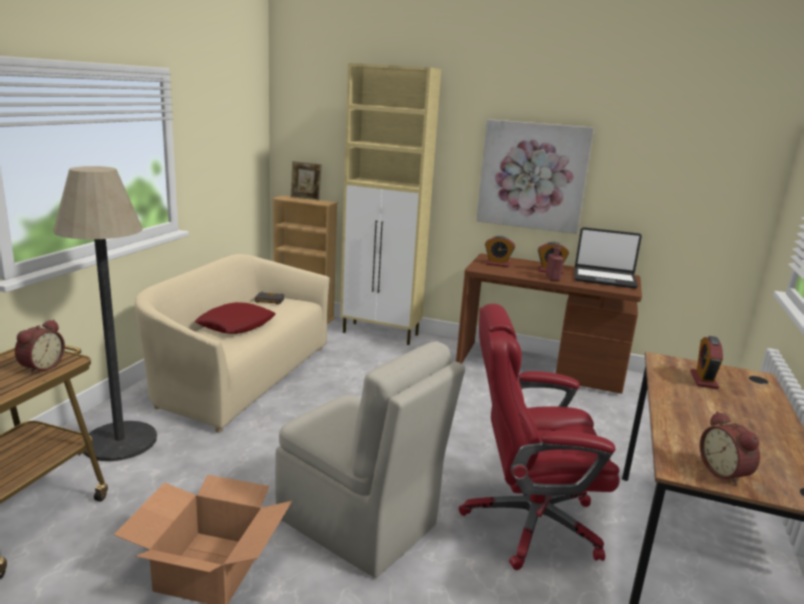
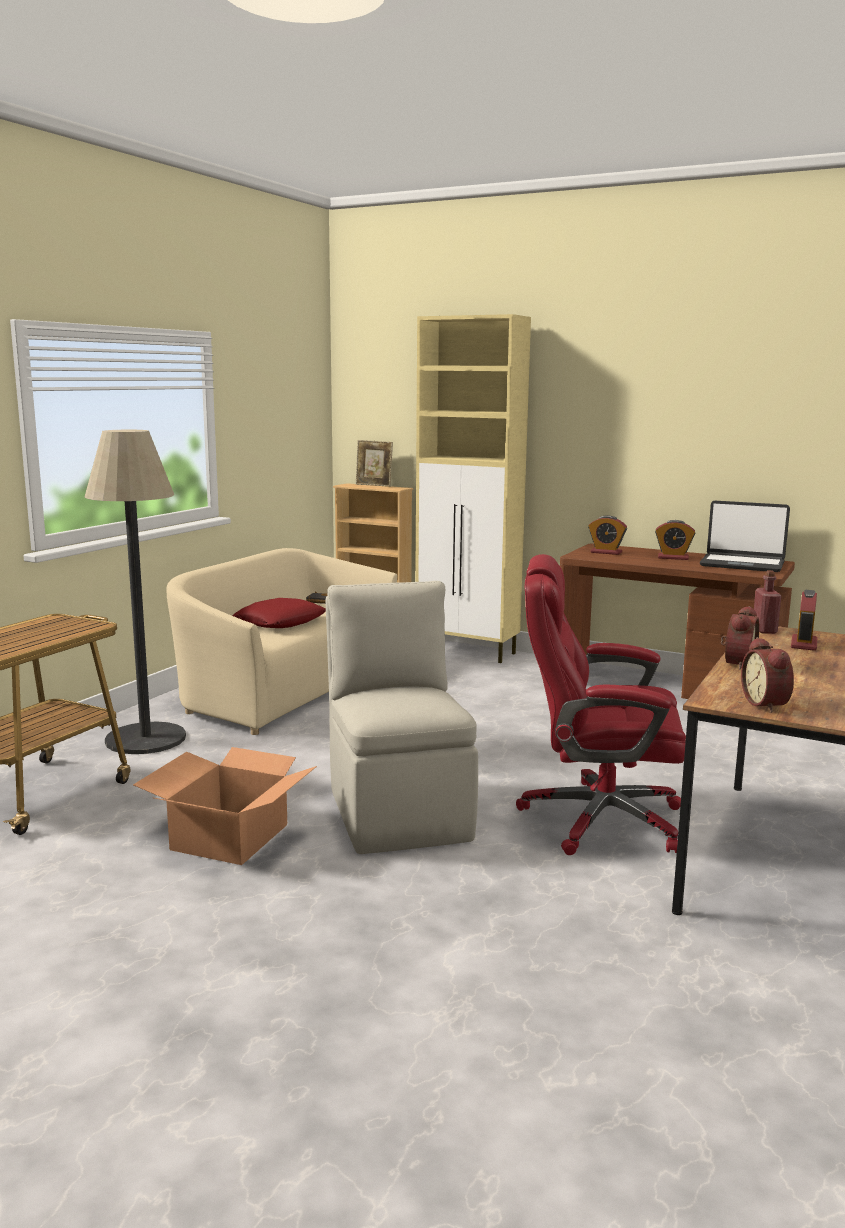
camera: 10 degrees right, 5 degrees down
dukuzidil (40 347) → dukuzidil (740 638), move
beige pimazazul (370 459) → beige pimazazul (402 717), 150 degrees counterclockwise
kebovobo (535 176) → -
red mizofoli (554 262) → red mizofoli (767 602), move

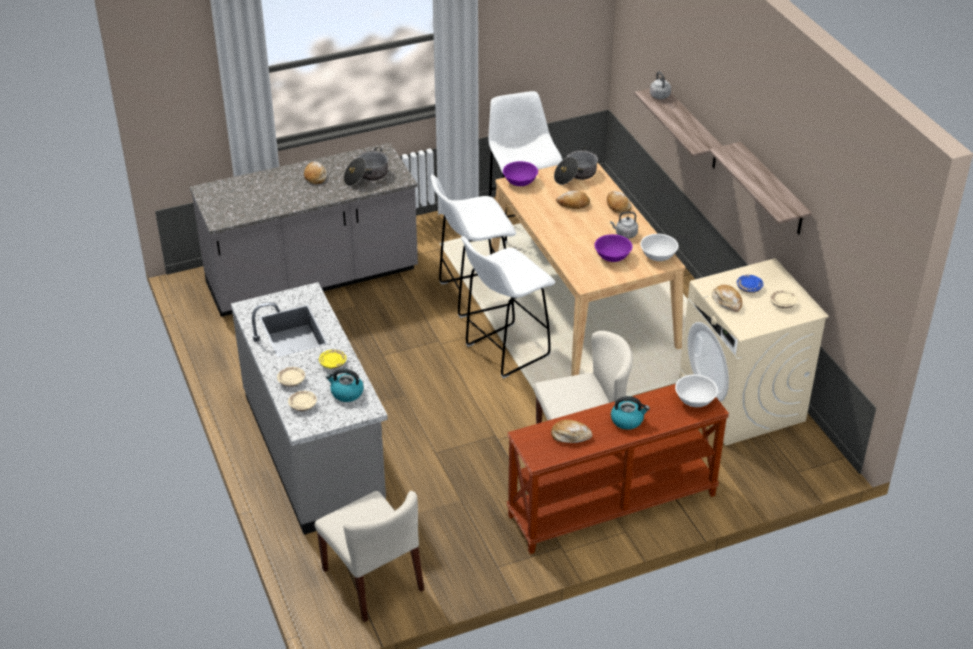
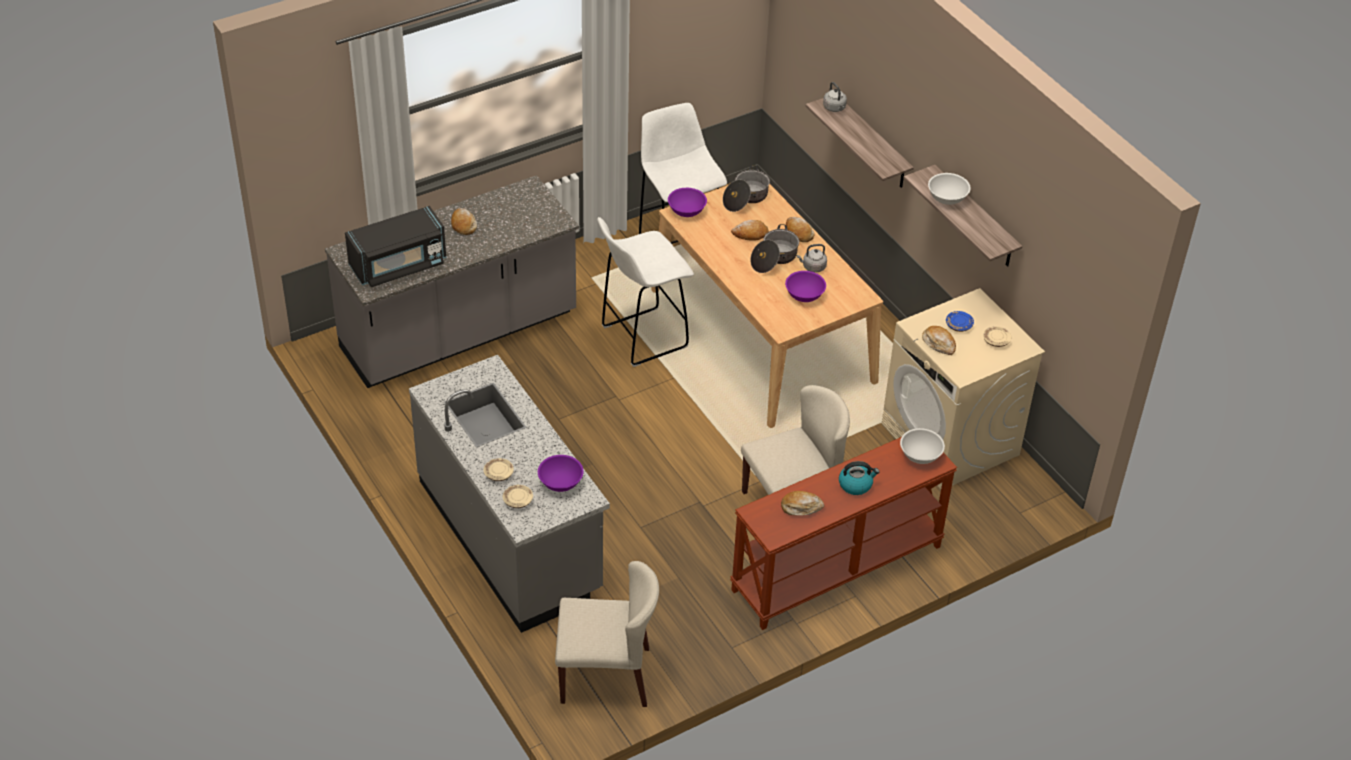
camera: 10 degrees left, 5 degrees up
beige pimazazul (369 556) → beige pimazazul (607 634), 45 degrees counterclockwise
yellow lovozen (333 359) → -
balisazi (345 385) → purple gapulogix (561 473)
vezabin (366 166) → vezabin (774 248), move
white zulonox (508 307) → -
white gapulogix (659 247) → white gapulogix (949 189), move
- → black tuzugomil (395 246)

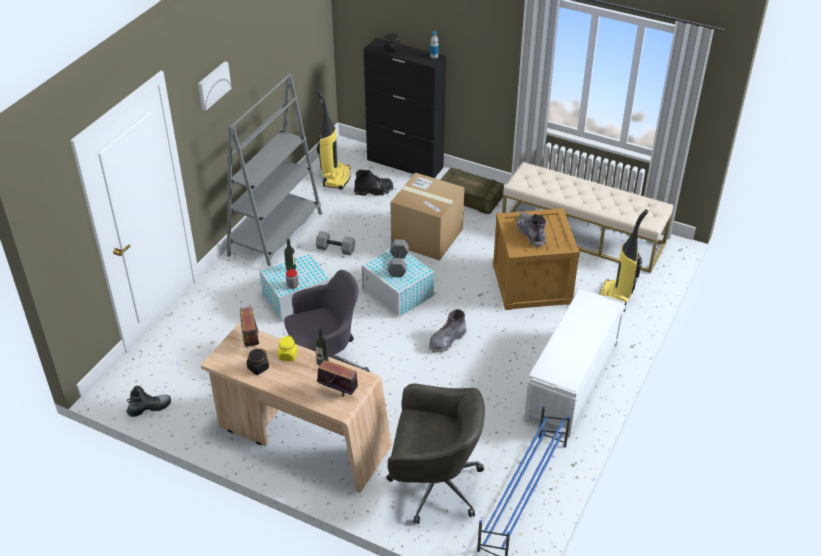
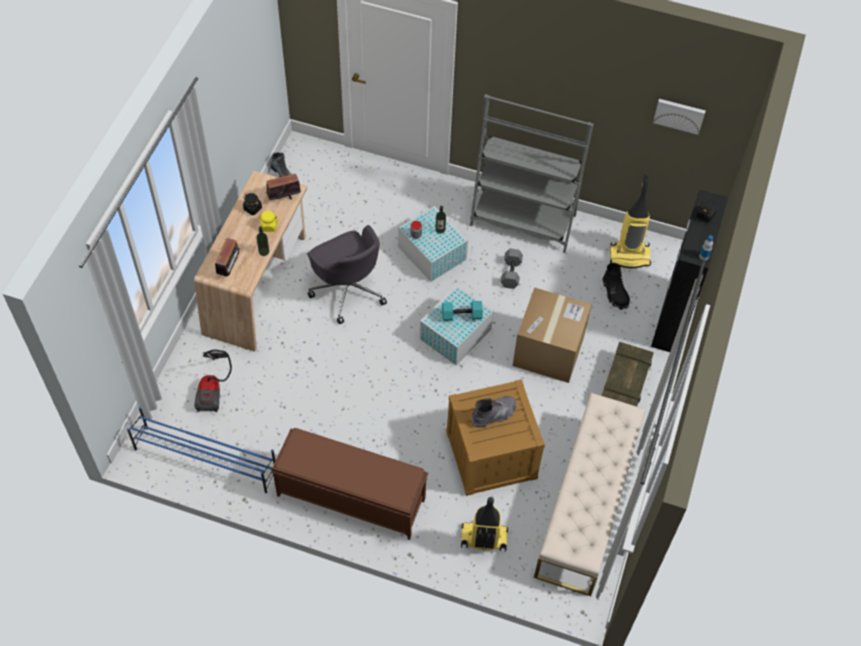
camera: 80 degrees right, 15 degrees up
kebovobo (215 86) → kebovobo (679 117), move
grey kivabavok (435 454) → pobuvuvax (213 381)
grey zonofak (398 258) → turquoise zonofak (462 311)
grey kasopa (447 331) → -
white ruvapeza (575 363) → brown ruvapeza (349 484)

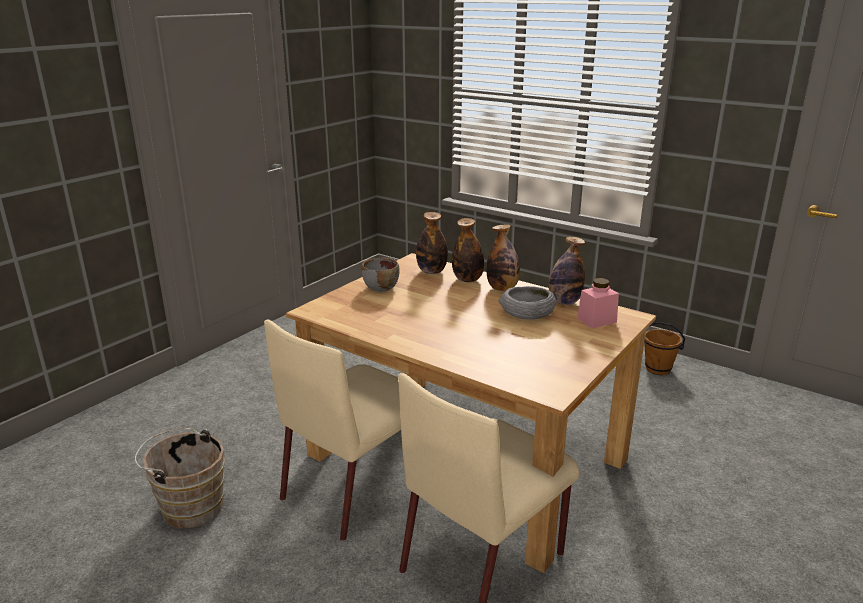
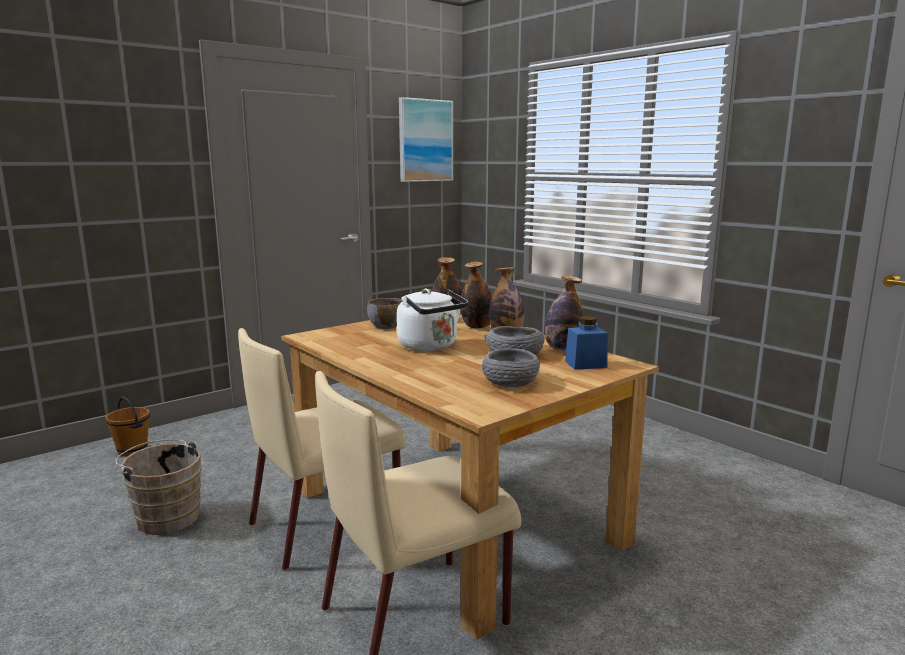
camera: 15 degrees right, 10 degrees down
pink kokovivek (598 303) → blue kokovivek (586 343)
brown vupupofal (664 348) → brown vupupofal (127 426), move
- → white balisazi (432 320)
- → kebovobo (426 139)
- → grey gapulogix (511 367)

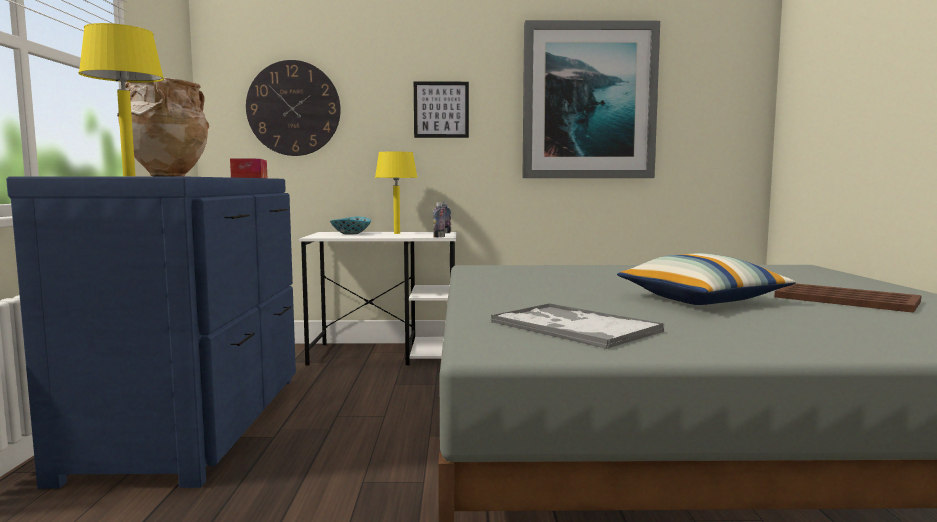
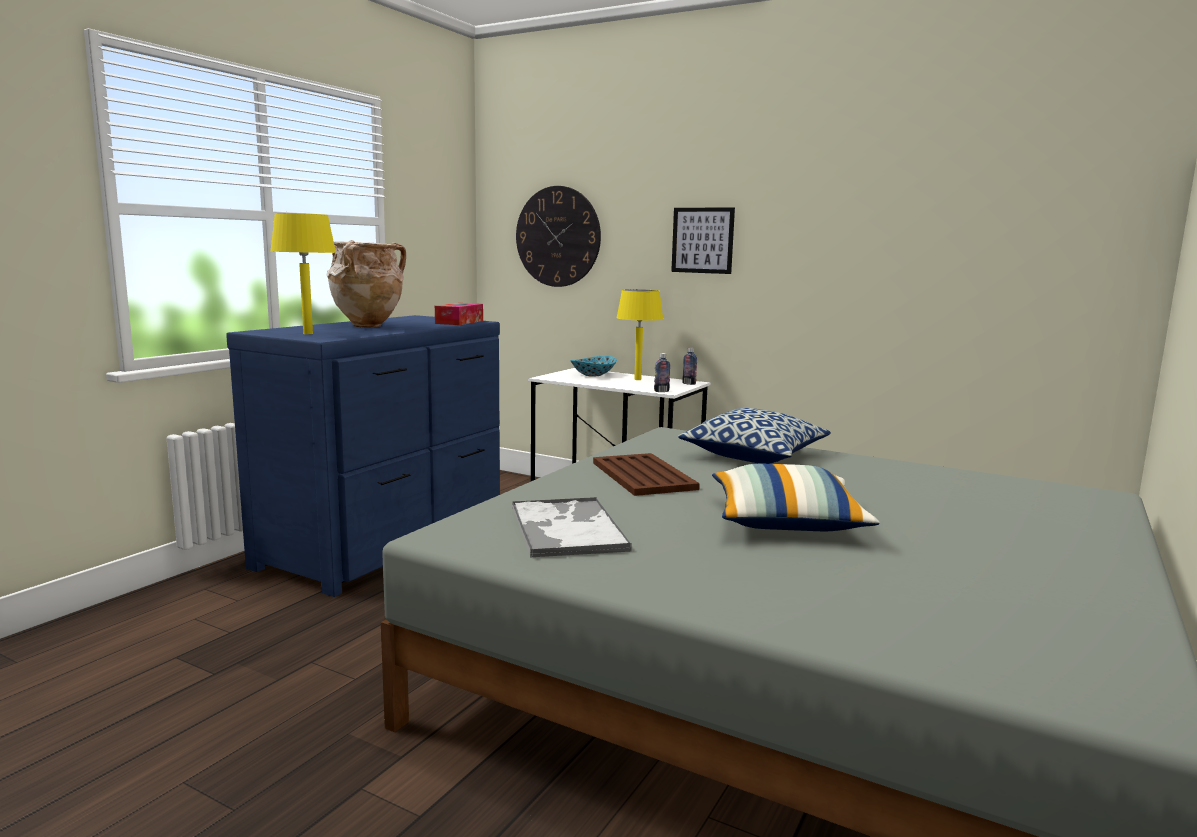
camera: 30 degrees right, 5 degrees up
kebovobo (591 99) → -
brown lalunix (848 298) → brown lalunix (646 474), move
- → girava (754 436)

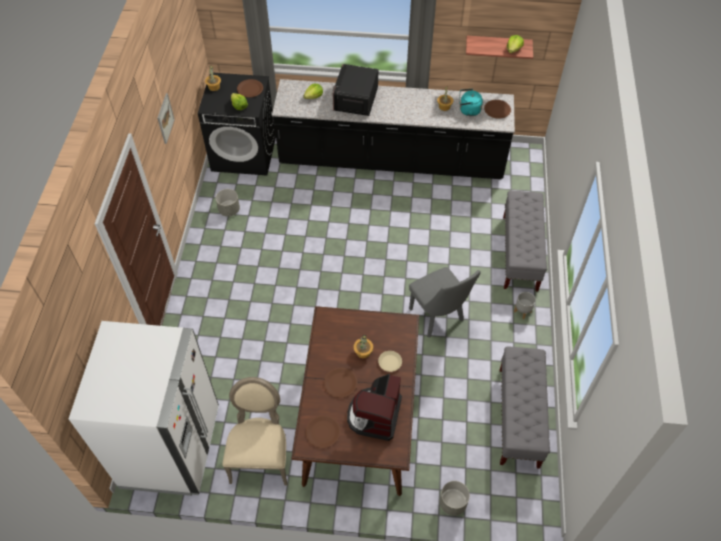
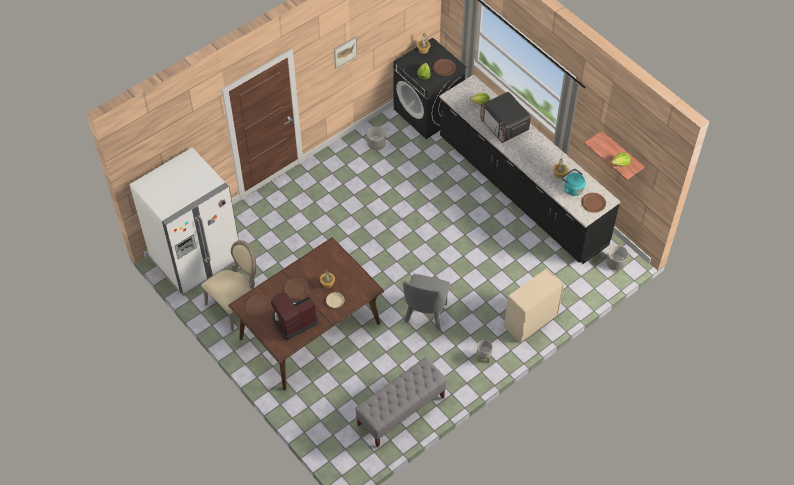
camera: 45 degrees right, 0 degrees up
tuzugomil (355 90) → tuzugomil (505 117), 90 degrees counterclockwise
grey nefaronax (455 498) → grey nefaronax (617 258), move
grey ruvapeza (525 241) → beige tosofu (534 305)

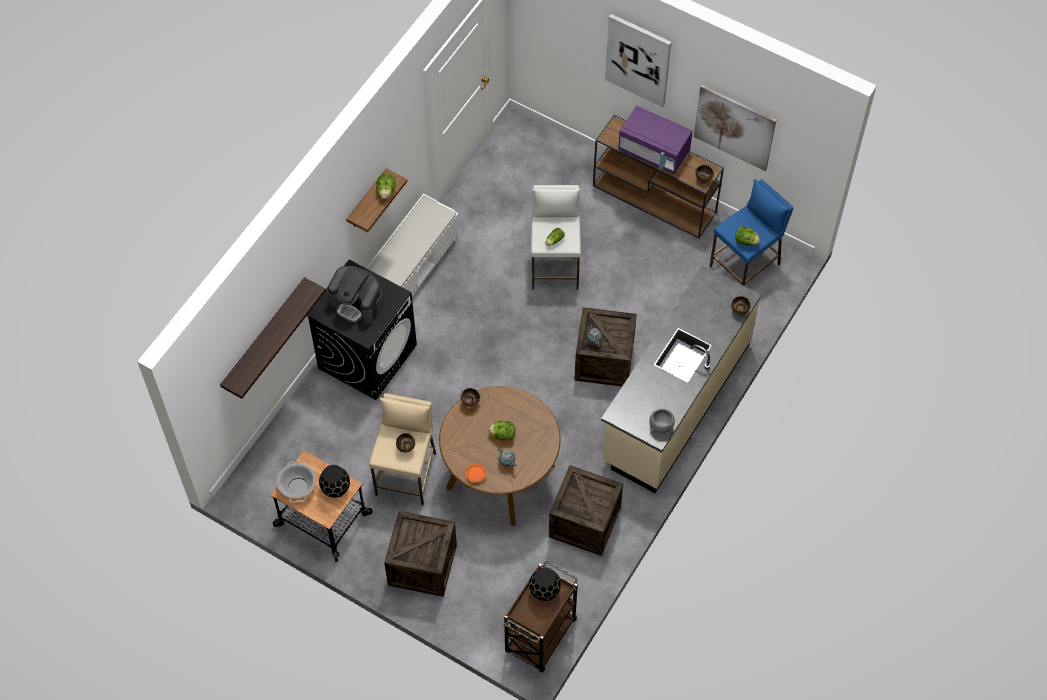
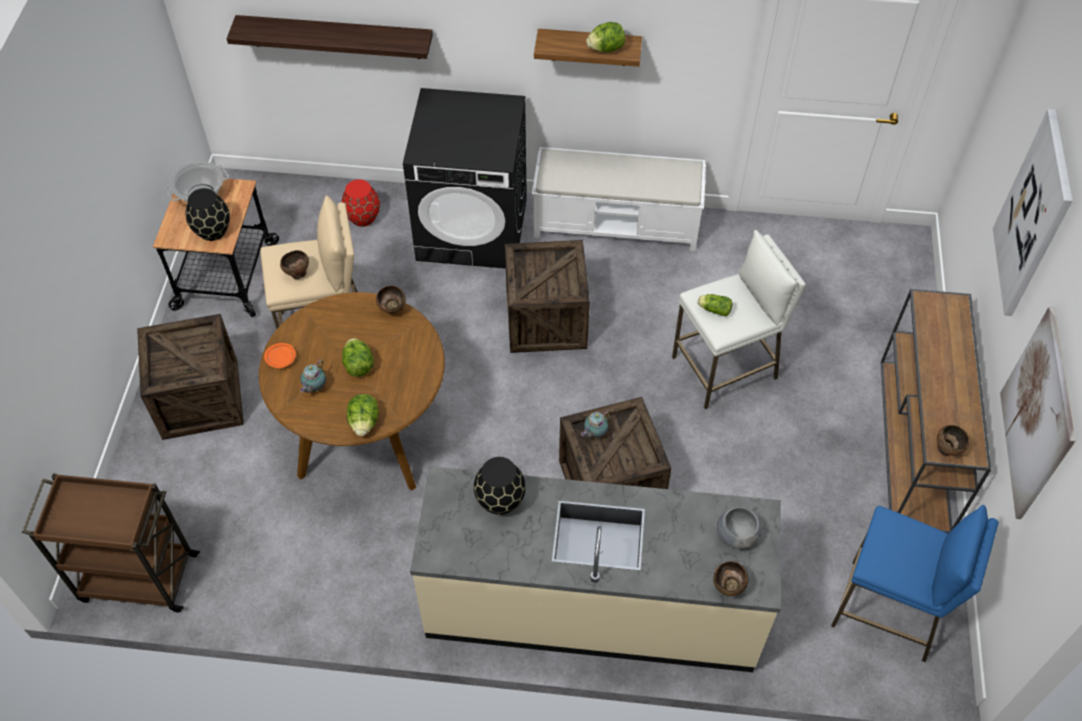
camera: 65 degrees right, 5 degrees down
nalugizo (355 295) → -
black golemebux (545 584) → black golemebux (500 486), move
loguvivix (586 510) → loguvivix (547 296), move
purple tuzugomil (655 140) → -
grey gapulogix (662 421) → grey gapulogix (739 527), move
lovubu (747 236) → lovubu (363 415), move
- → red golemebux (361 203)

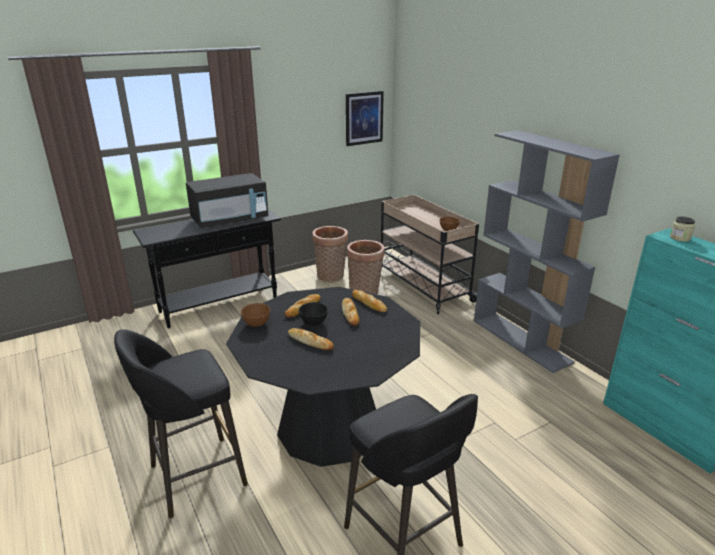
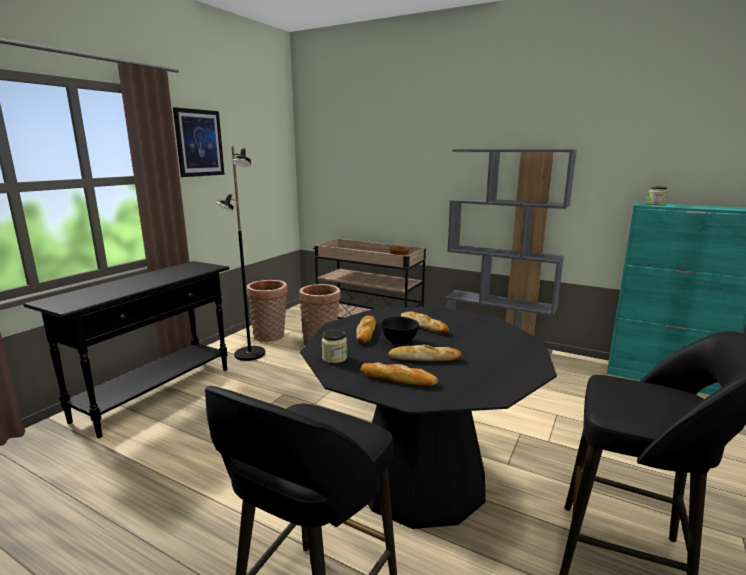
camera: 30 degrees left, 10 degrees down
black tuzugomil (227 200) → -
brown gapulogix (255 315) → kokovivek (334 346)
kebovobo (365 118) → kebovobo (199 142), move
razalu (369 301) → razalu (399 374), move
- → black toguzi (240 253)

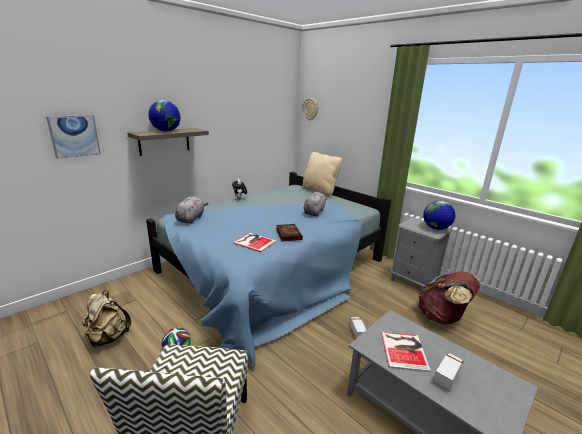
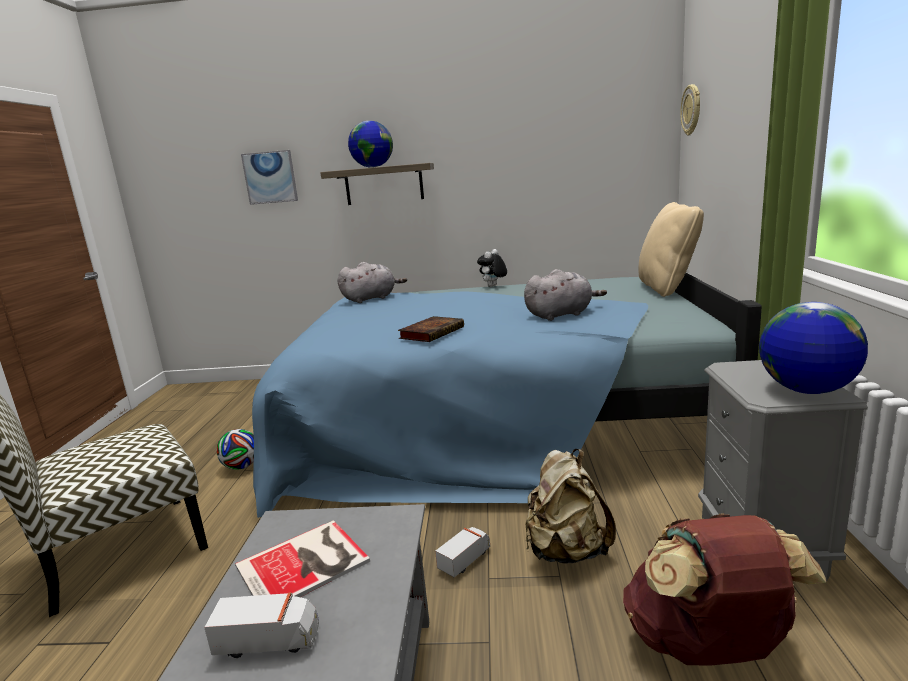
camera: 50 degrees right, 5 degrees down
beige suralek (106 318) → beige suralek (571 506), move
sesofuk (255 242) → -

